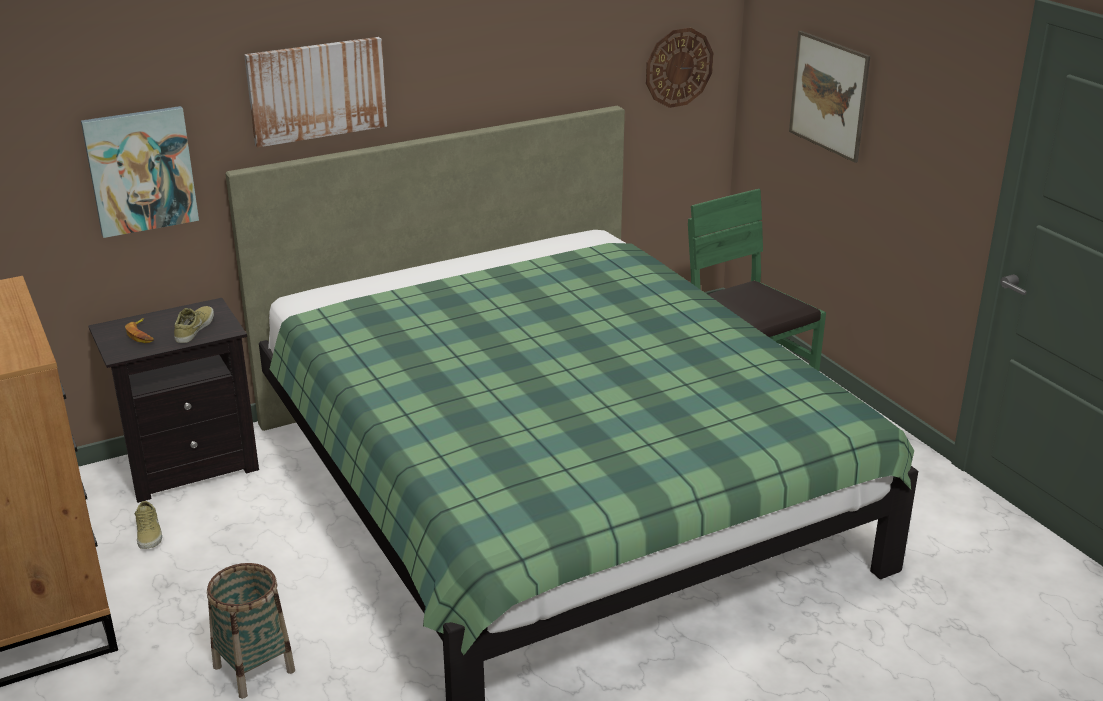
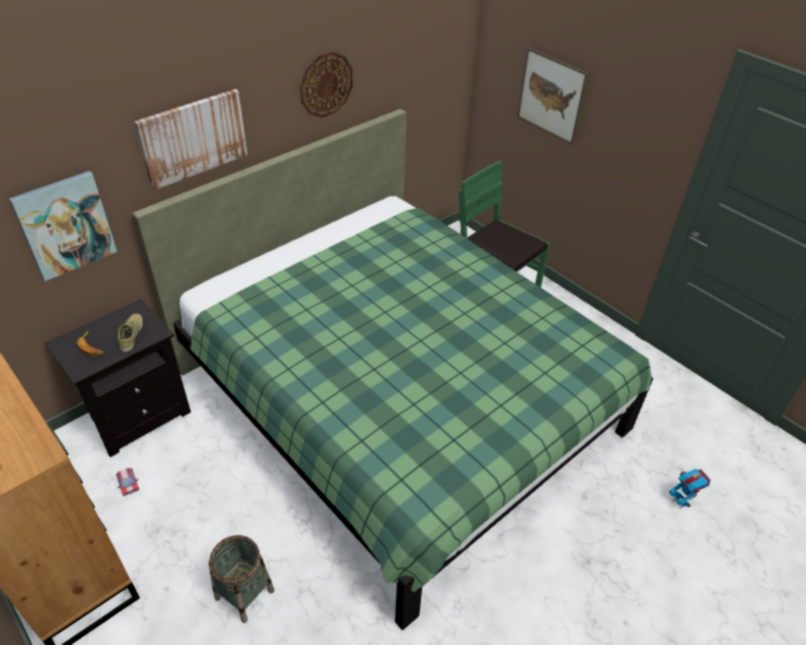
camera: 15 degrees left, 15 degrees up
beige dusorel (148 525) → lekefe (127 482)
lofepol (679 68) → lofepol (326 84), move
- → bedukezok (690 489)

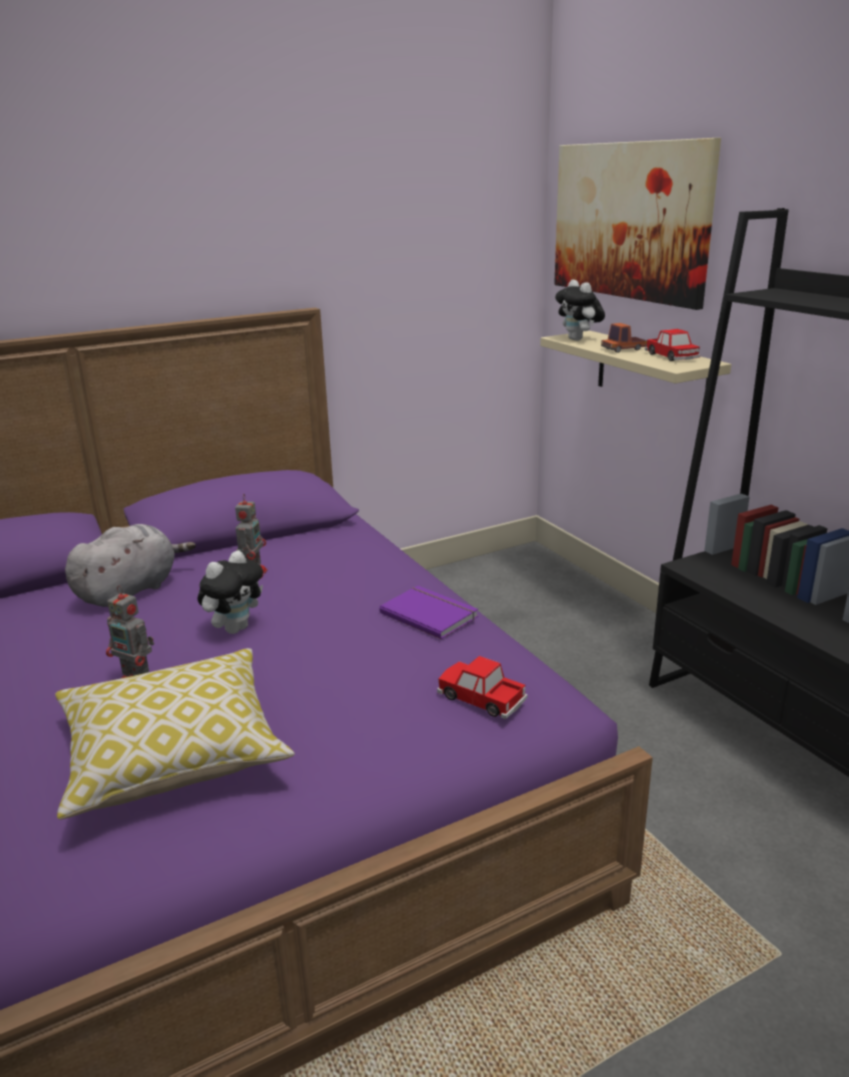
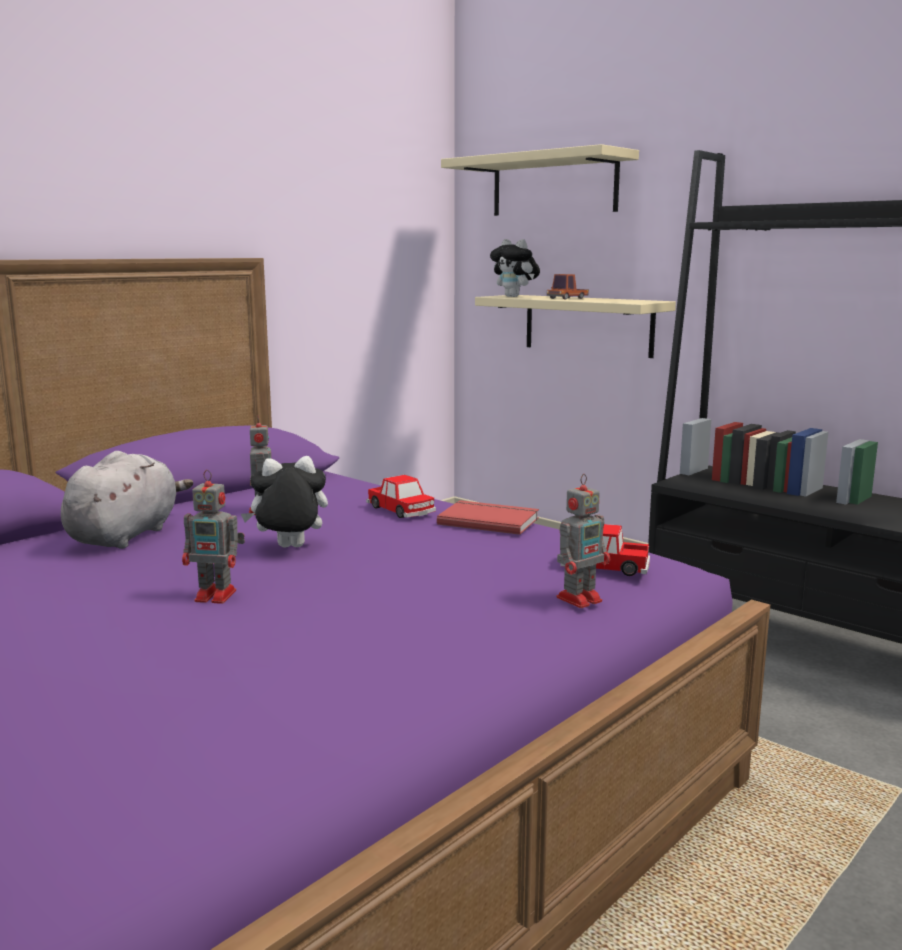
camera: 20 degrees left, 10 degrees down
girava (175 733) → -
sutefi (230 592) → sutefi (284 502), 120 degrees counterclockwise
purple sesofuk (428 612) → red sesofuk (488 517)
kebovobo (637 224) → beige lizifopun (540 180)
lekefe (672 345) → lekefe (401 496), move
- → bedukezok (583 541)

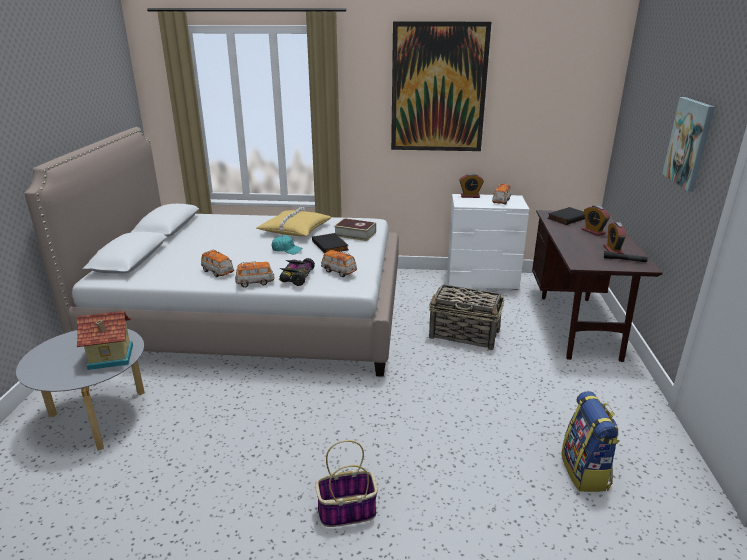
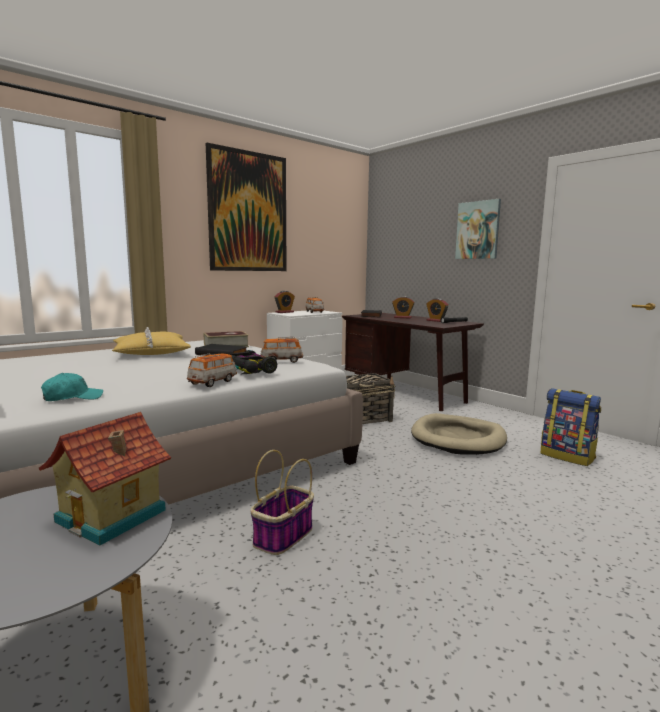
camera: 45 degrees left, 15 degrees down
lekefe (217 263) → -
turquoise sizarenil (287 244) → turquoise sizarenil (72 387), move
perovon (346 483) → perovon (282 502), move
- → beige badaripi (459 434)

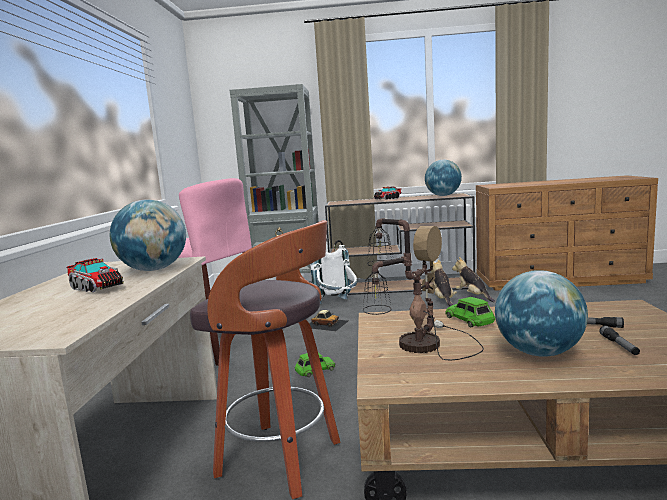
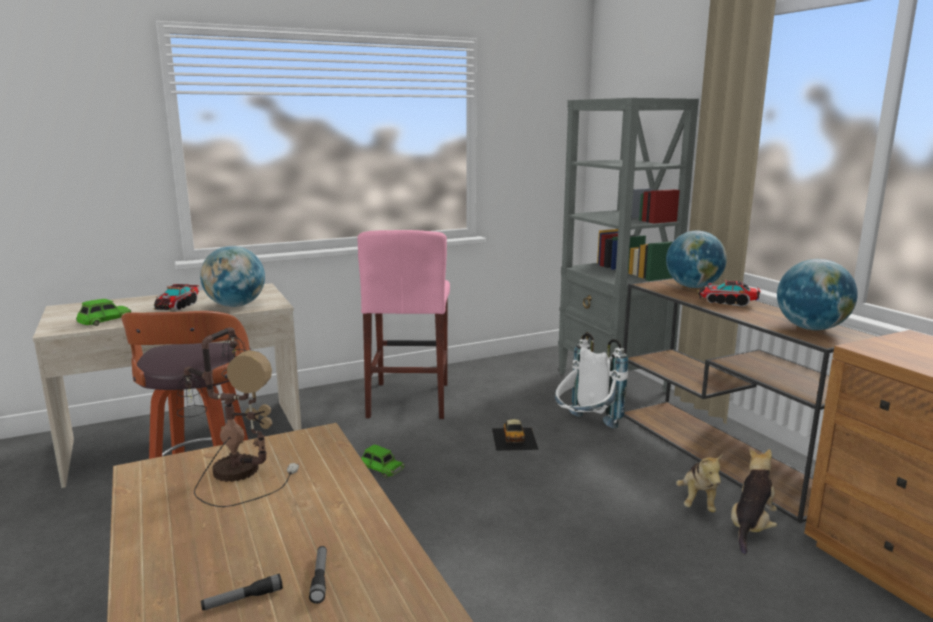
camera: 60 degrees right, 5 degrees up
sutefi (444 282) → sutefi (699 482), 135 degrees clockwise
green lekefe (470 312) → green lekefe (103 312), move
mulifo (541 313) → mulifo (696 259), move

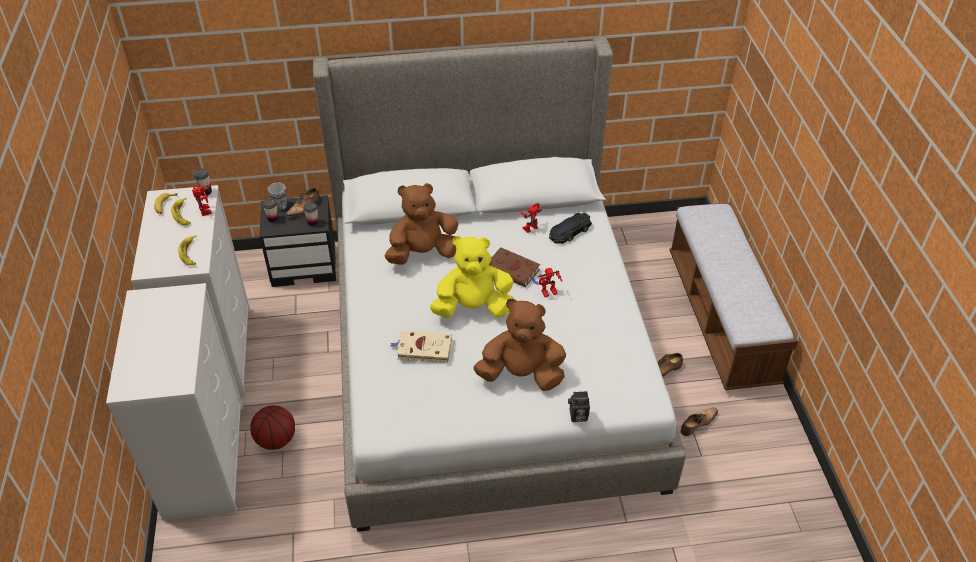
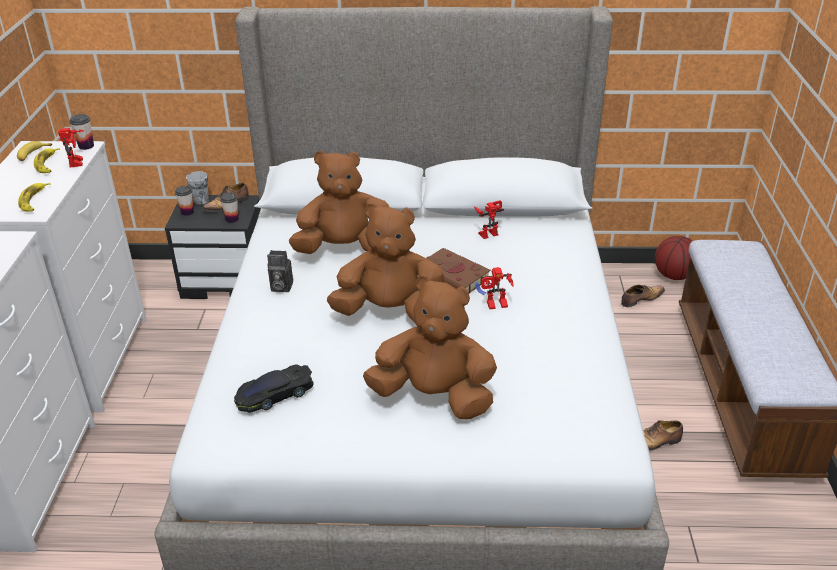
camera: 10 degrees right, 10 degrees down
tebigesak (272 427) → tebigesak (674 258), move
beige sesofuk (421 346) → -
yellow sutefi (471 277) → brown sutefi (385 262)
black lekefe (570 228) → black lekefe (274 388), move
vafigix (579 406) → vafigix (280 271), move
dusorel (699 421) → dusorel (643 296), move

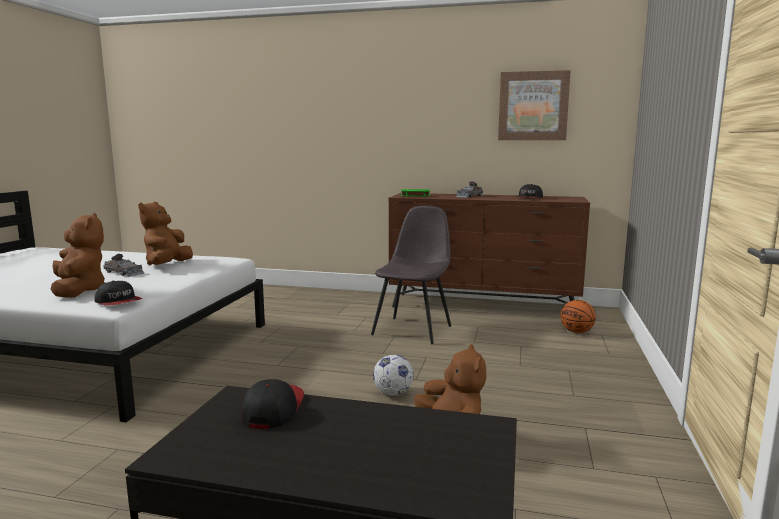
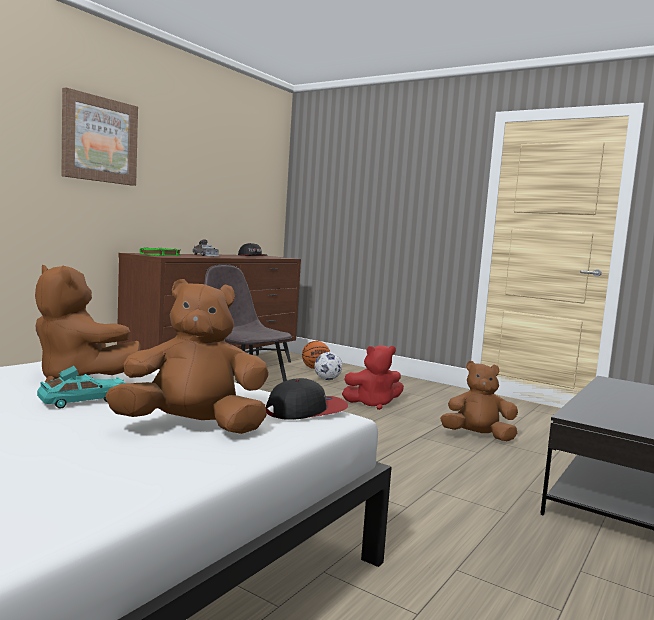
camera: 70 degrees left, 5 degrees down
grey lekefe (123 265) → turquoise lekefe (81 387)
sizarenil (273 404) → -
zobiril (393 375) → zobiril (328 366), move
kebovobo (534 105) → kebovobo (99 137), move
- → red sutefi (373 377)

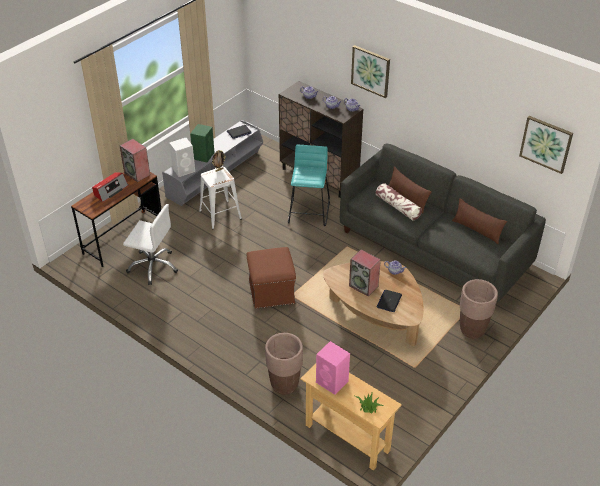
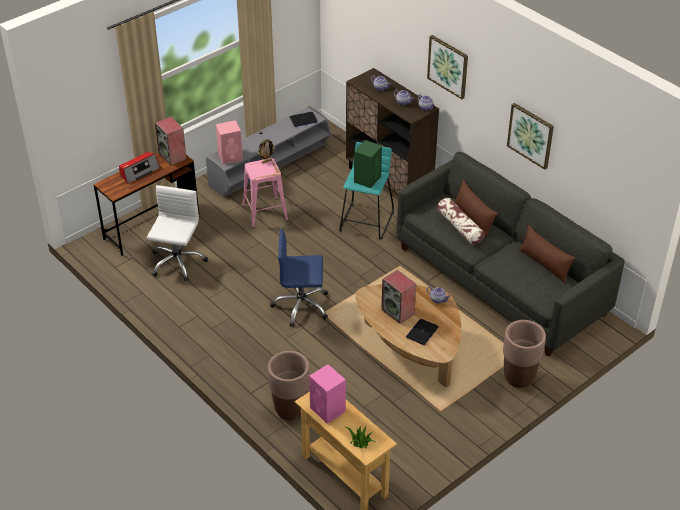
camera: 10 degrees right, 0 degrees up
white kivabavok (150 244) → white kivabavok (177 233), 105 degrees counterclockwise
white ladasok (182 157) → pink ladasok (229 142)
green ladasok (202 143) → green ladasok (368 164), move
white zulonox (220 198) → pink zulonox (265 193)
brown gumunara (271 278) → blue kivabavok (299 278)
kebovobo (546 145) → kebovobo (530 136), move

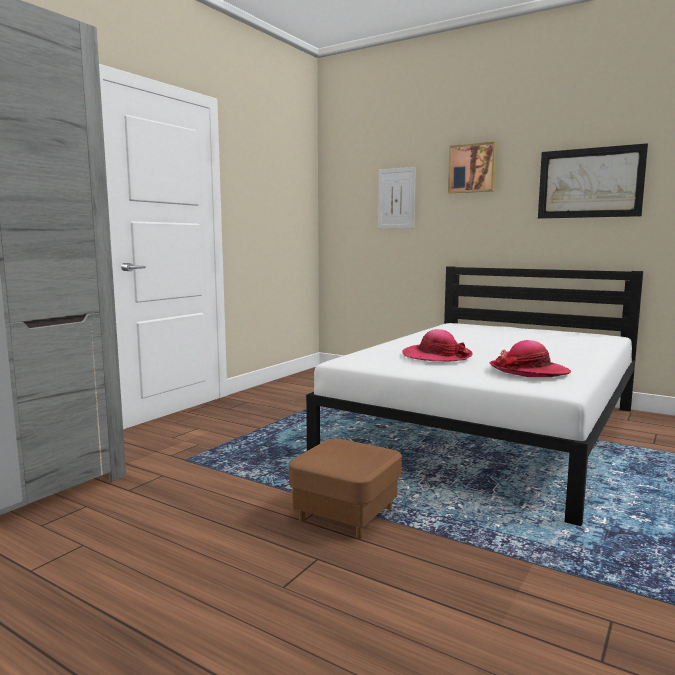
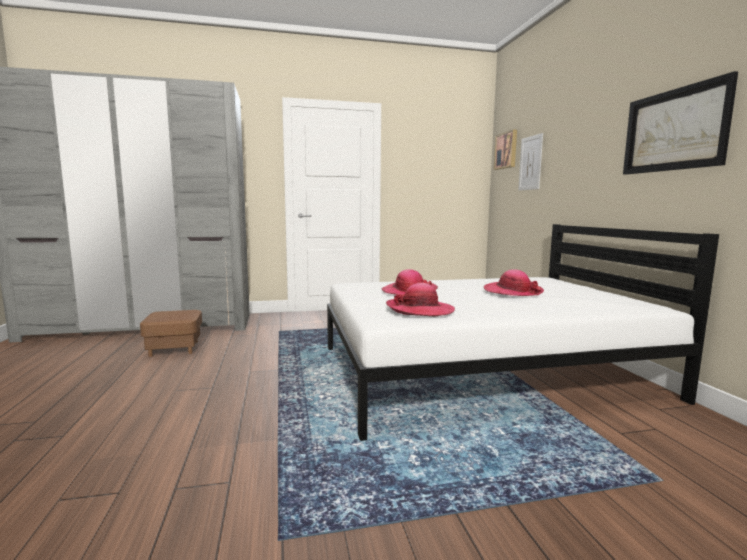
camera: 45 degrees right, 0 degrees up
brown gumunara (345 489) → brown gumunara (171 333), move
kebovobo (472 167) → kebovobo (505 149), move
- → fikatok (514 282)

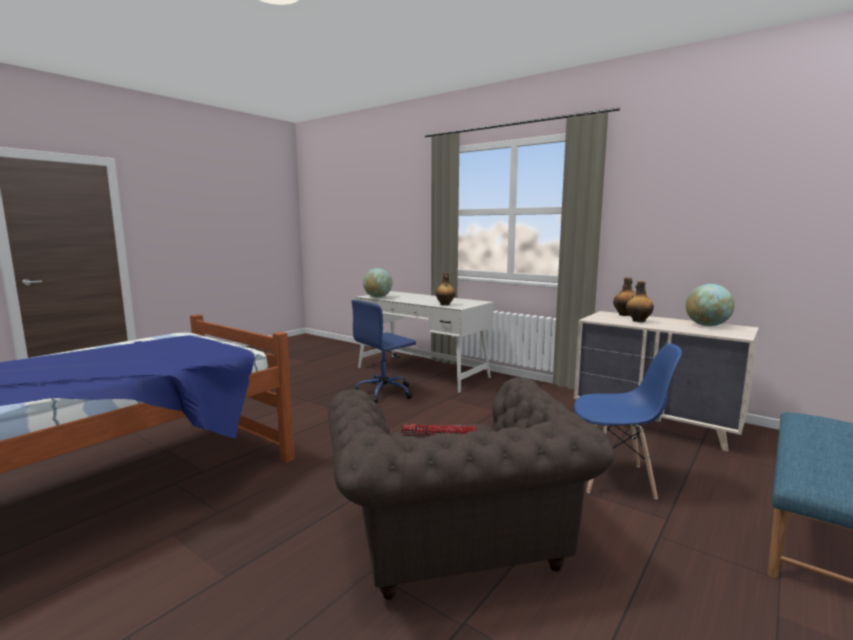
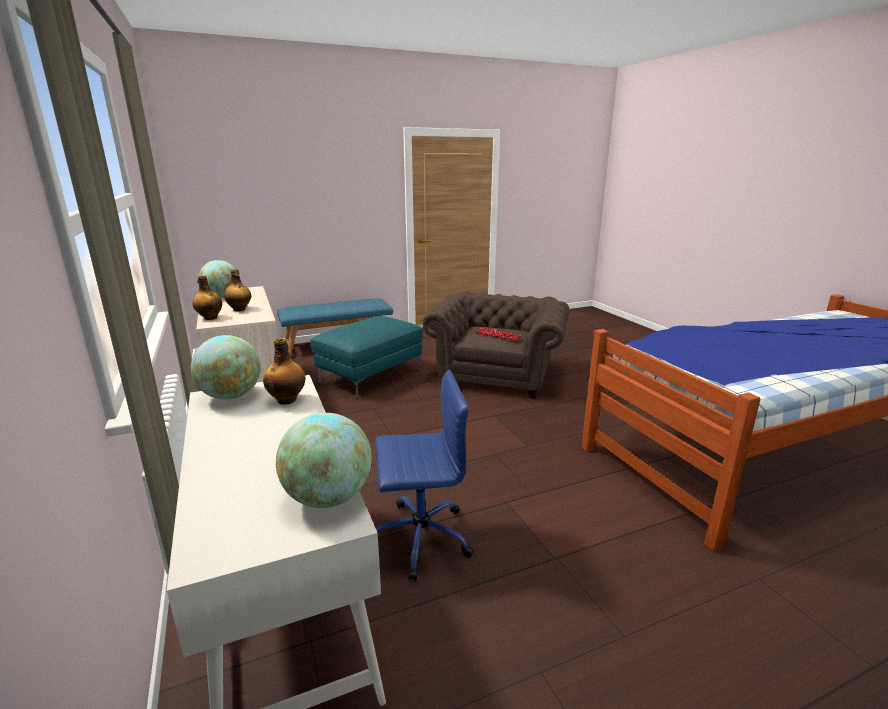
camera: 150 degrees left, 10 degrees up
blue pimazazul (628 421) → turquoise gumunara (366 357)
- → mulifo (226 367)

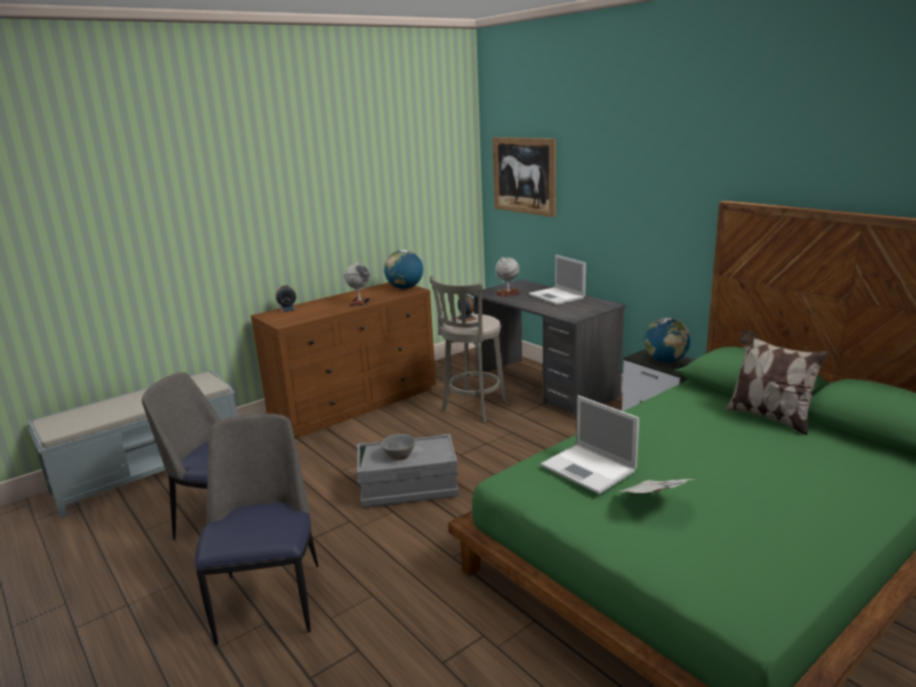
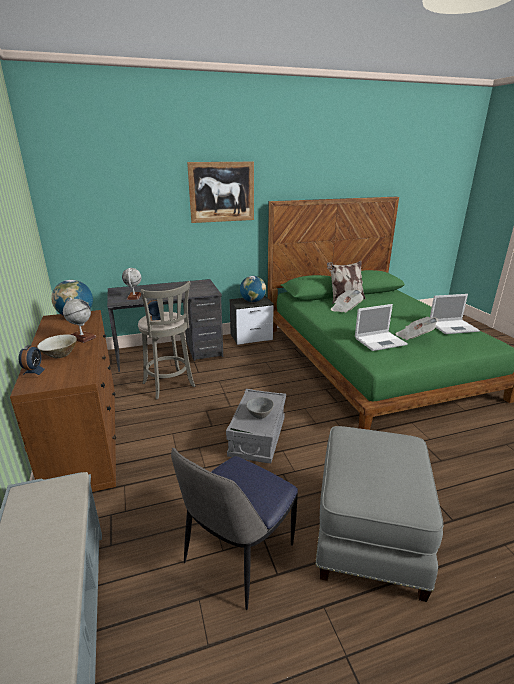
camera: 70 degrees left, 5 degrees up
pimazazul (256 529) → grey gumunara (380 514)
kebovobo (524 177) → kebovobo (220 192), move
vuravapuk (557 280) → vuravapuk (455 314), move
- → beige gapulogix (57 346)
- → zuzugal (347 301)

